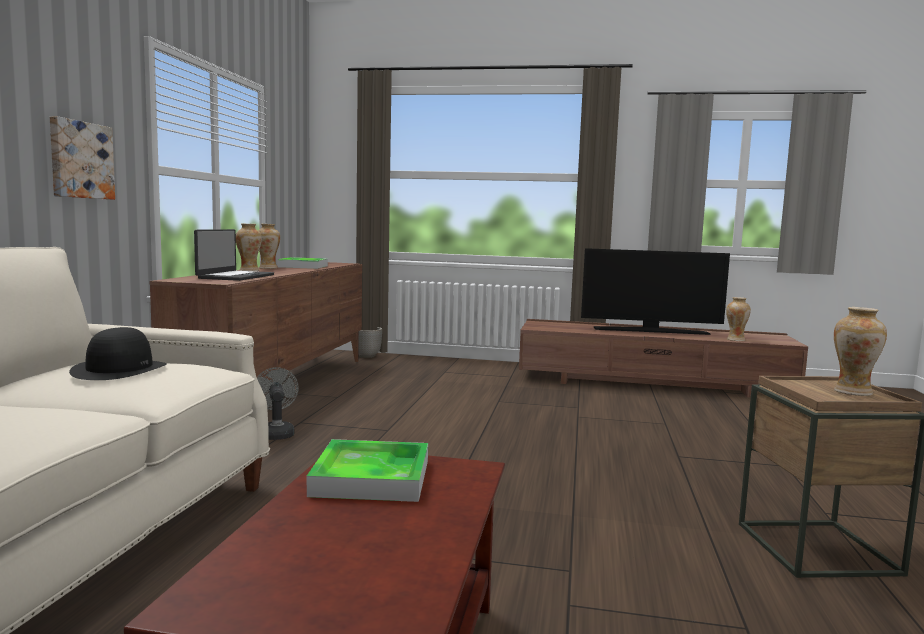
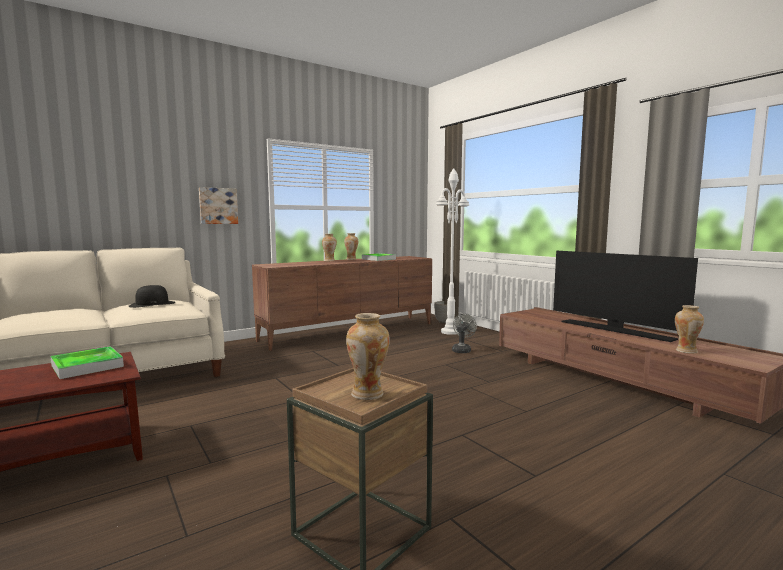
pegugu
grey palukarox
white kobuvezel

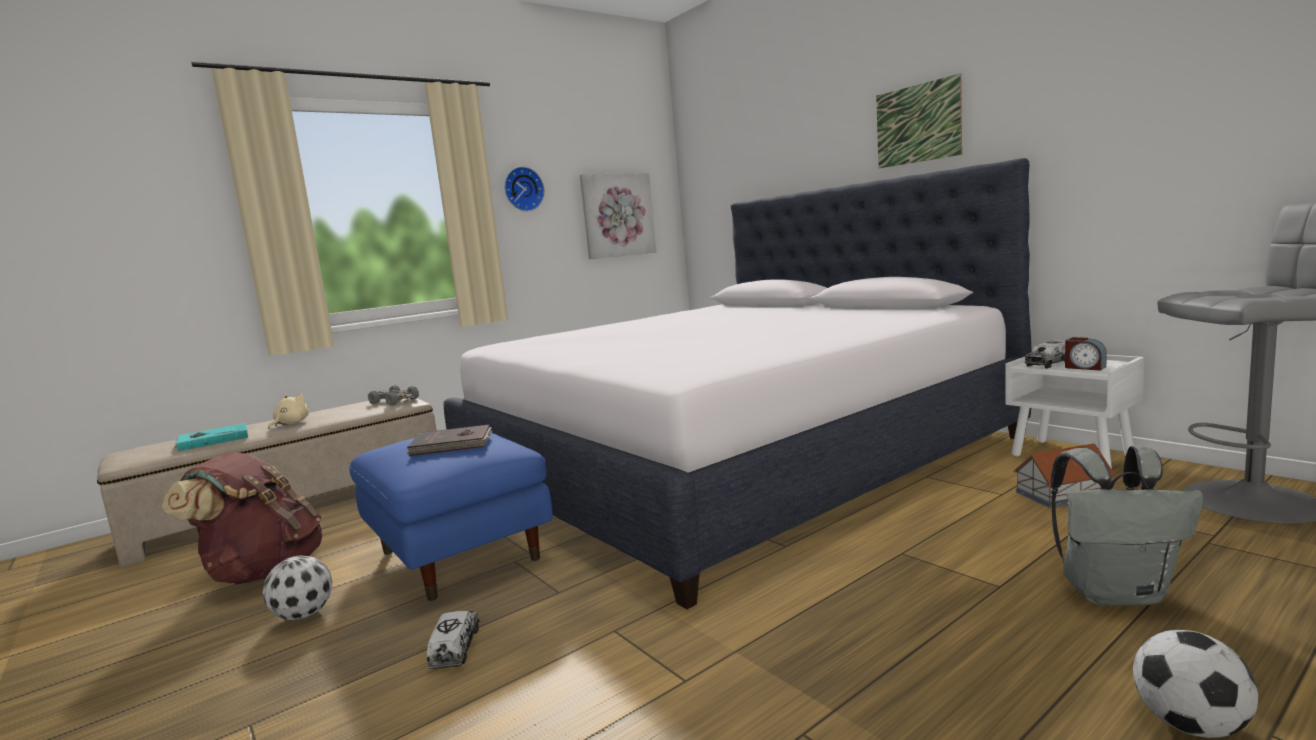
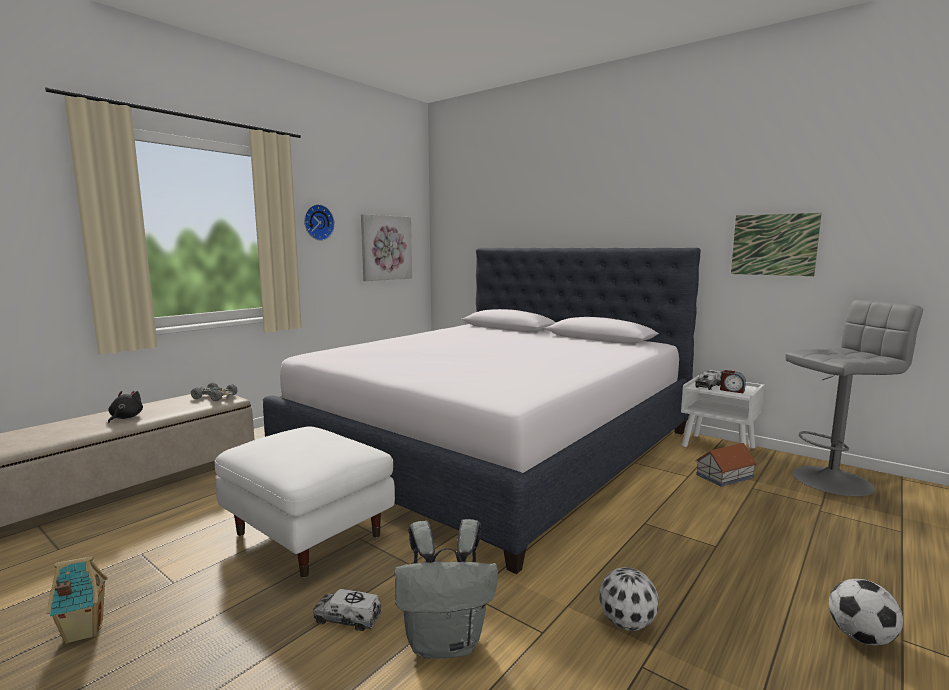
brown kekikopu
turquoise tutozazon
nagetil (1st from left)
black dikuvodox
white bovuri
brown tutozazon
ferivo (1st from left)
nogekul (2nd from left)
grey kekikopu
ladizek (1st from left)

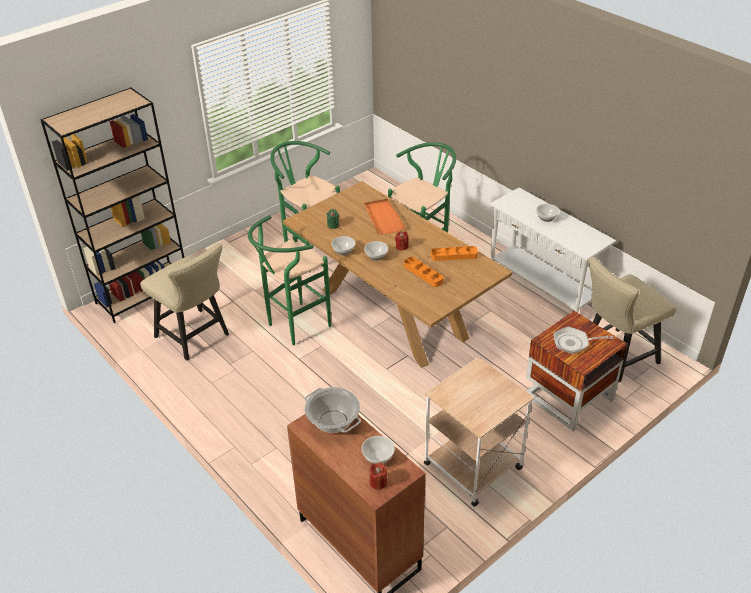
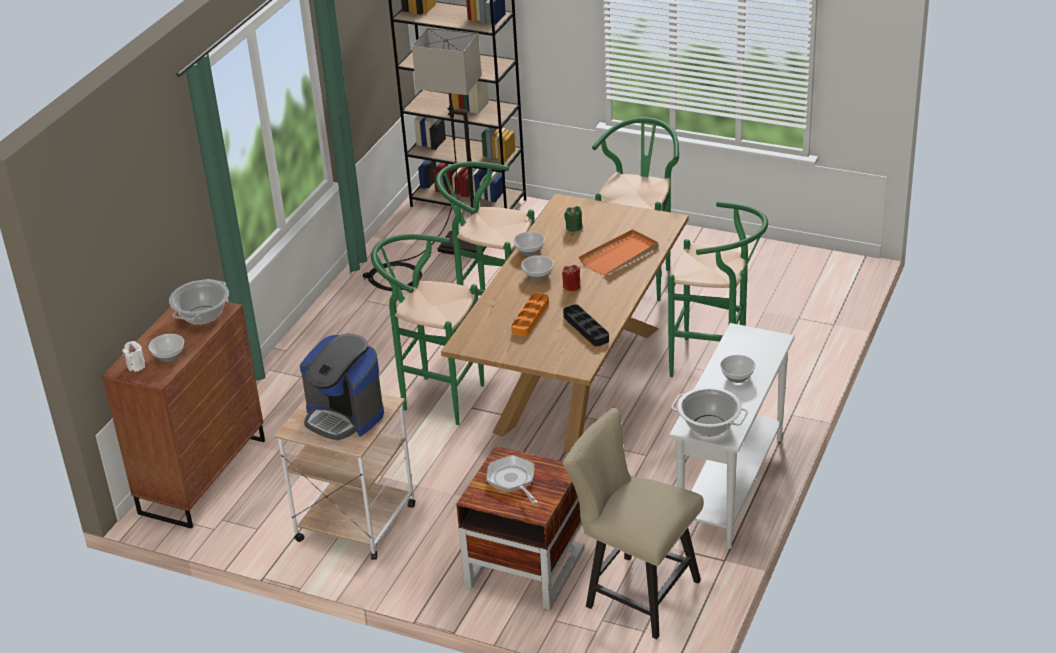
kobuvezel
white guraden
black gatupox
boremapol
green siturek (1st from left)
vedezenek (2nd from left)

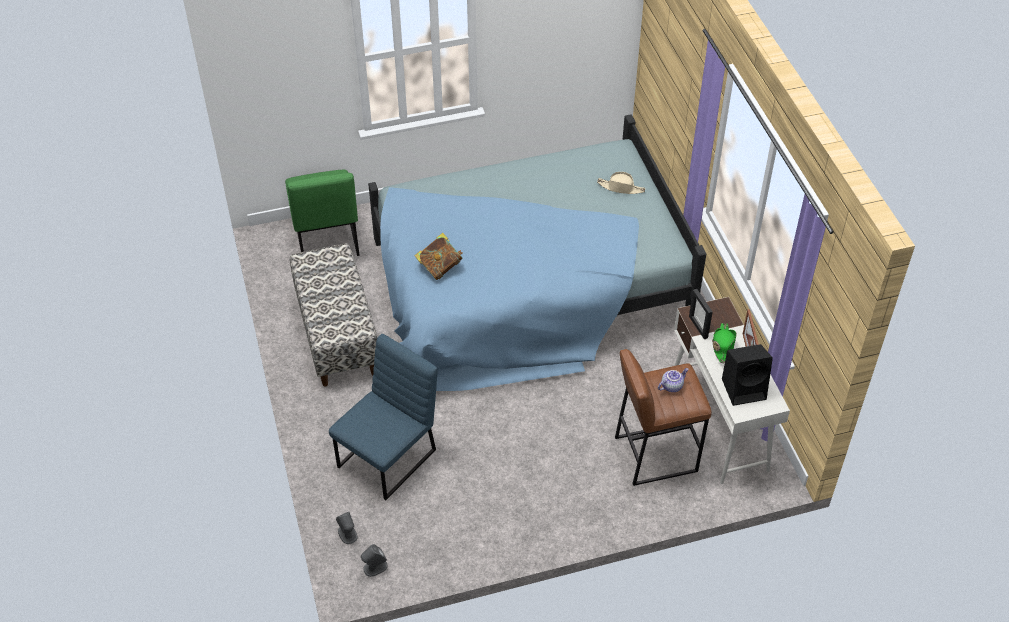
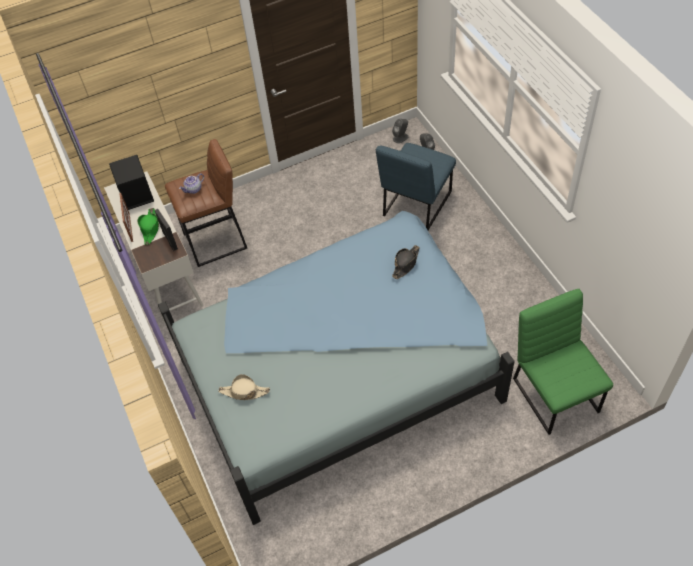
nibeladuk
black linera

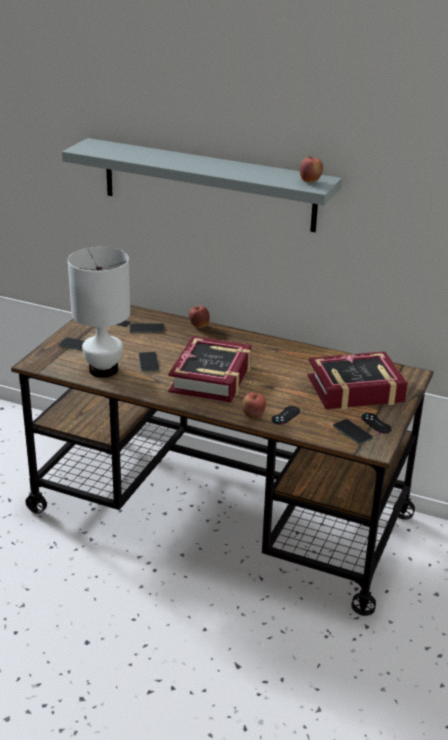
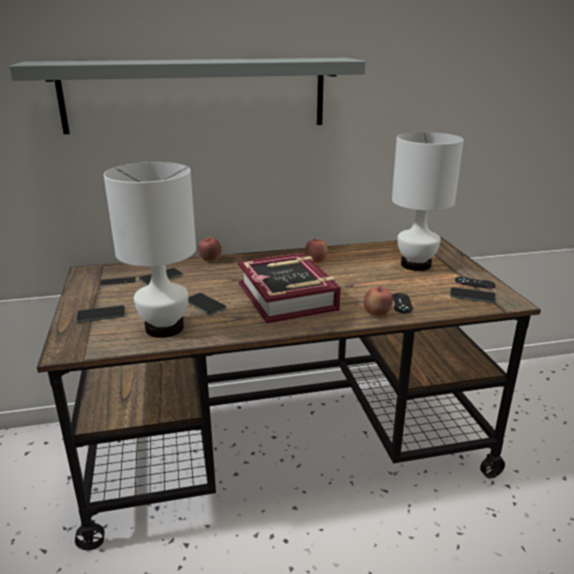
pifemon (2nd from left)
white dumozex (2nd from left)

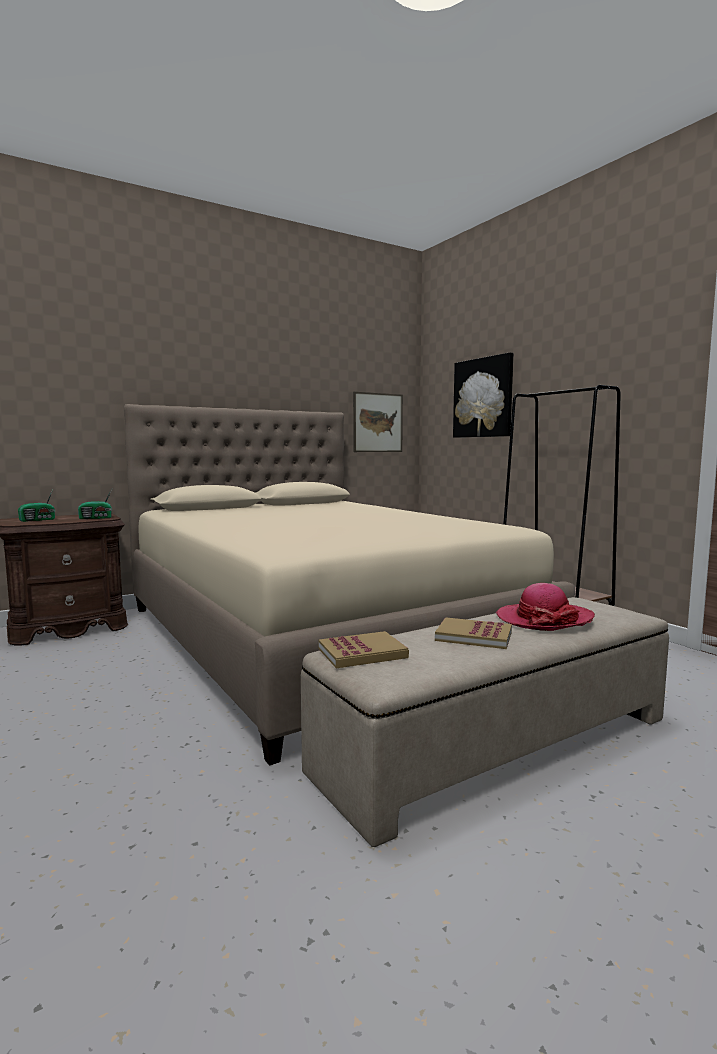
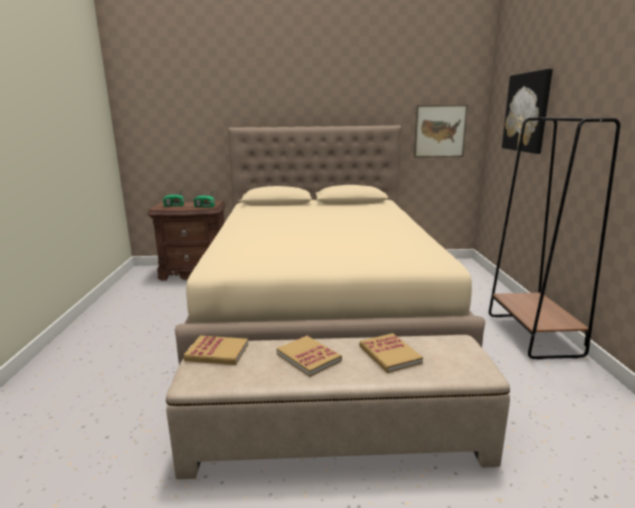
tutozazon (3rd from left)

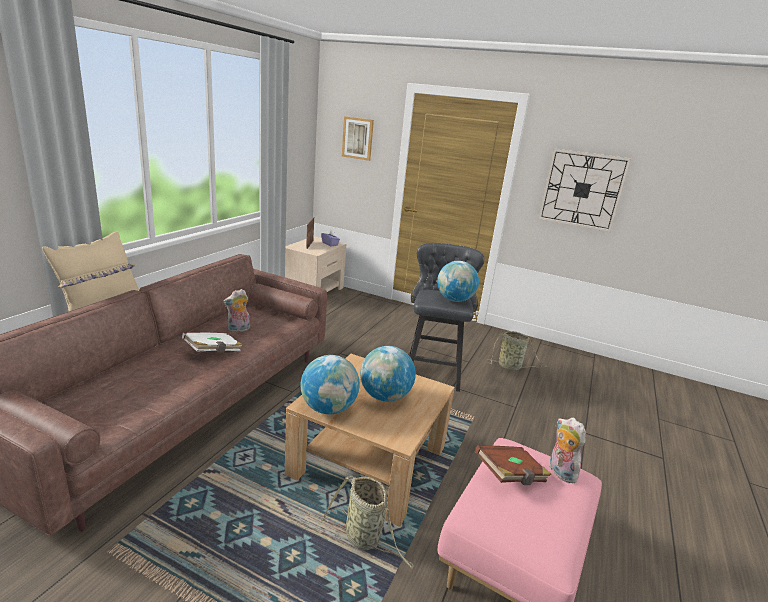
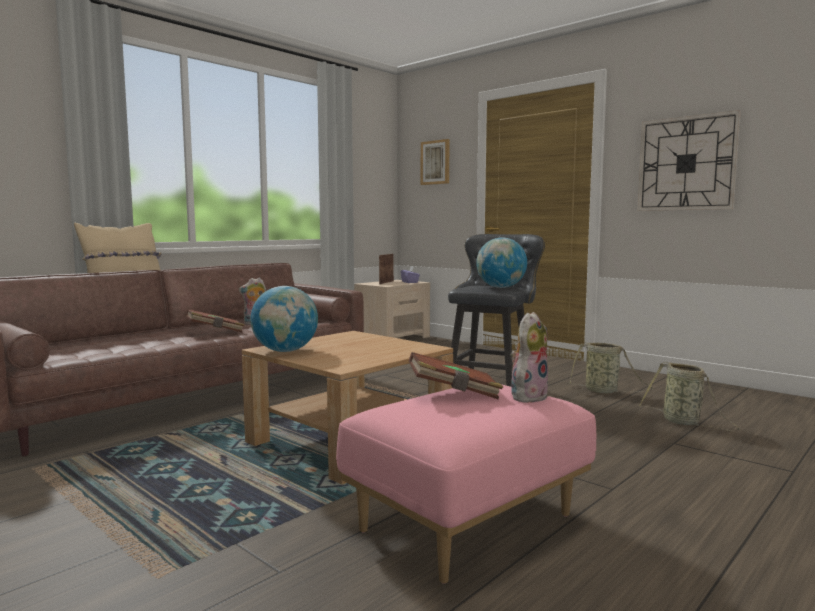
brown tutozazon (1st from left)
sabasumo (2nd from left)
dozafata (2nd from left in the first image)
dikuvodox (2nd from left)

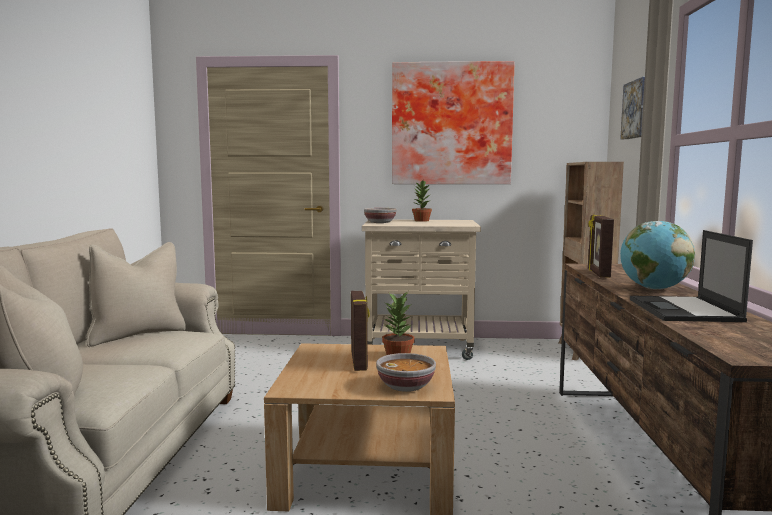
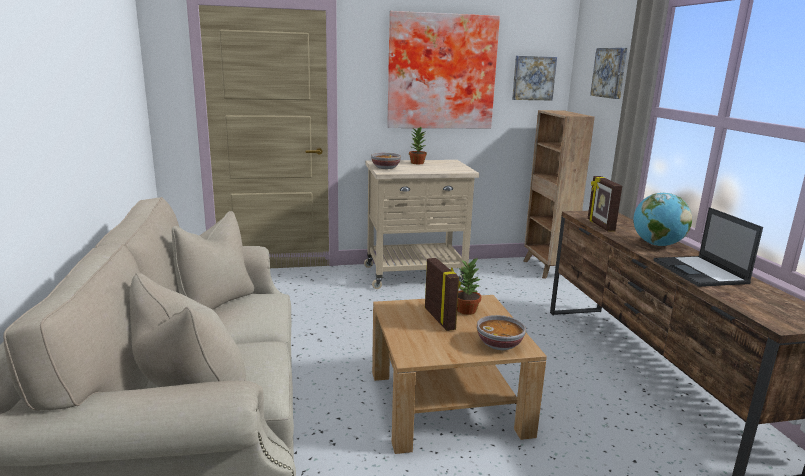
nogekul (2nd from left)

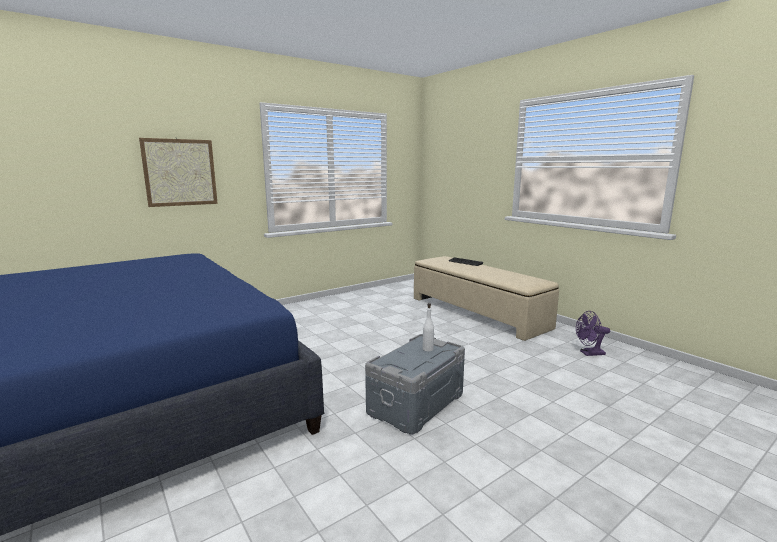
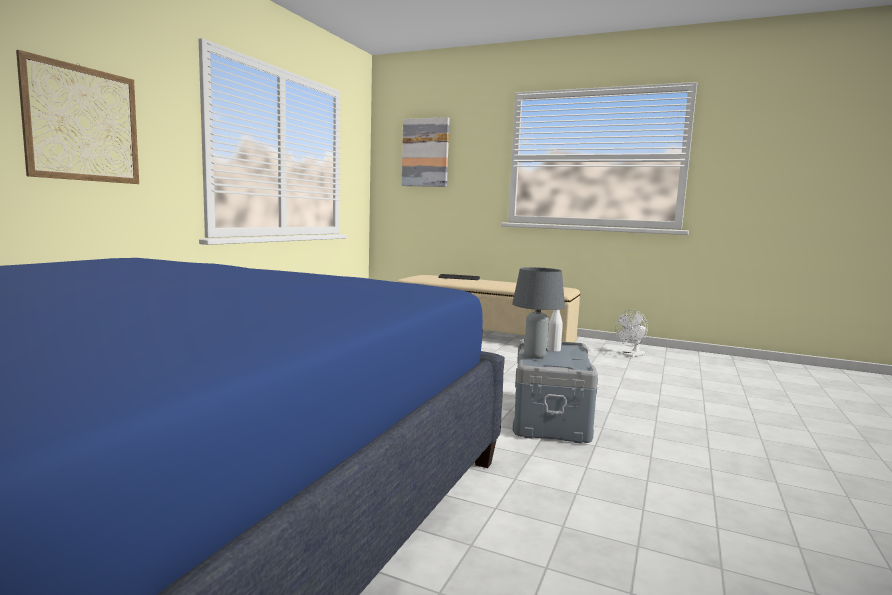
white palukarox
nogekul (2nd from left)
grey dumozex

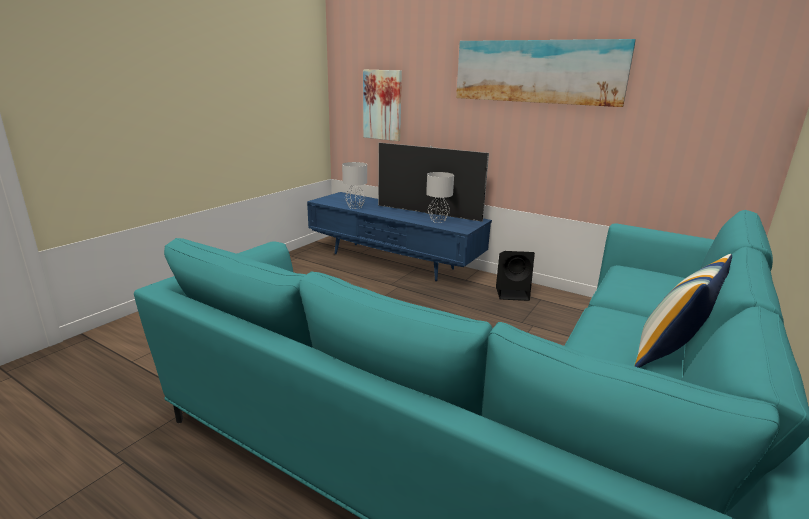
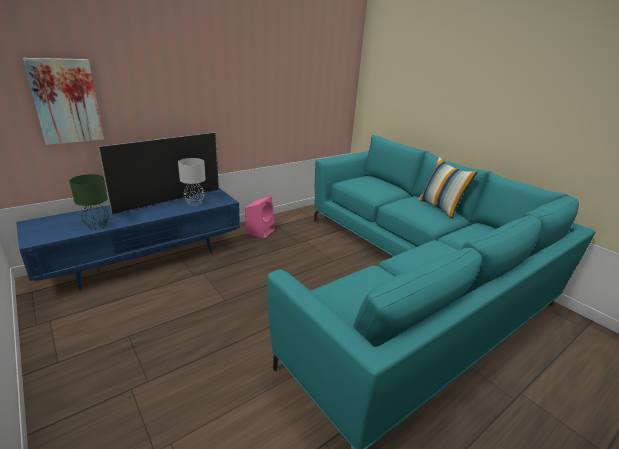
green dumozex
nogekul (2nd from left in the first image)
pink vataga

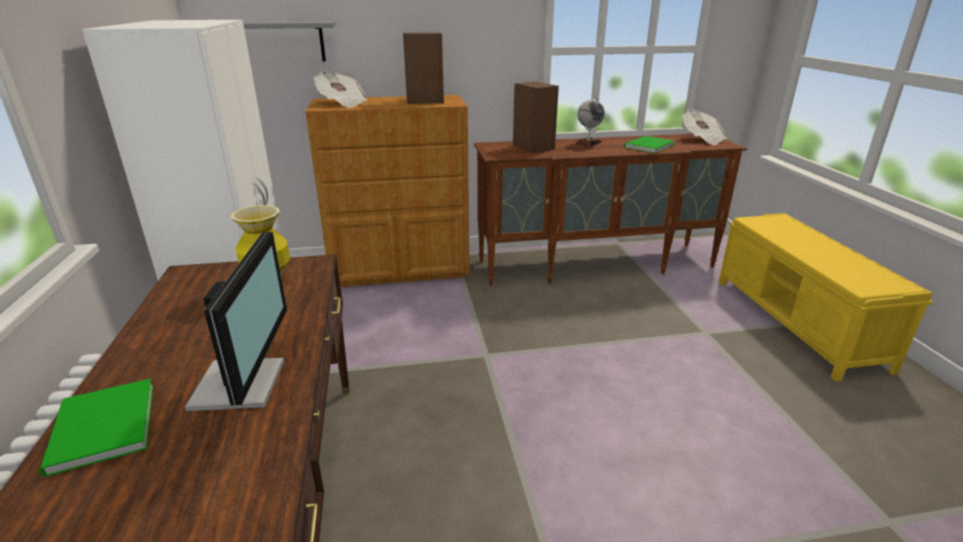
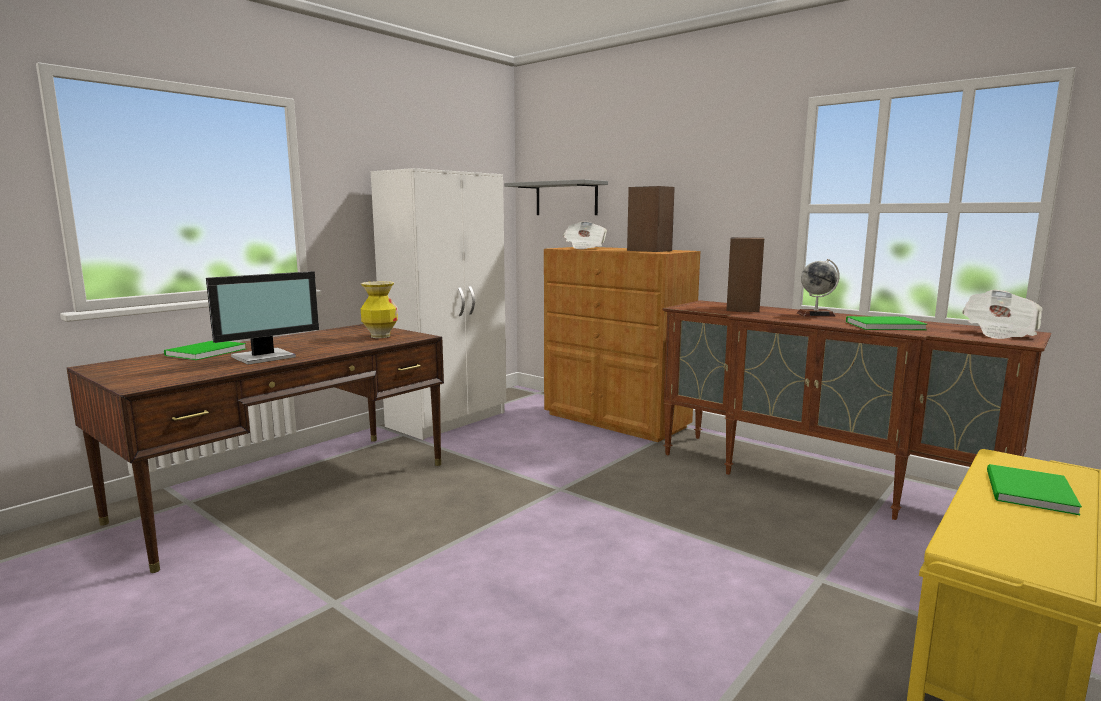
green tutozazon (3rd from left)

